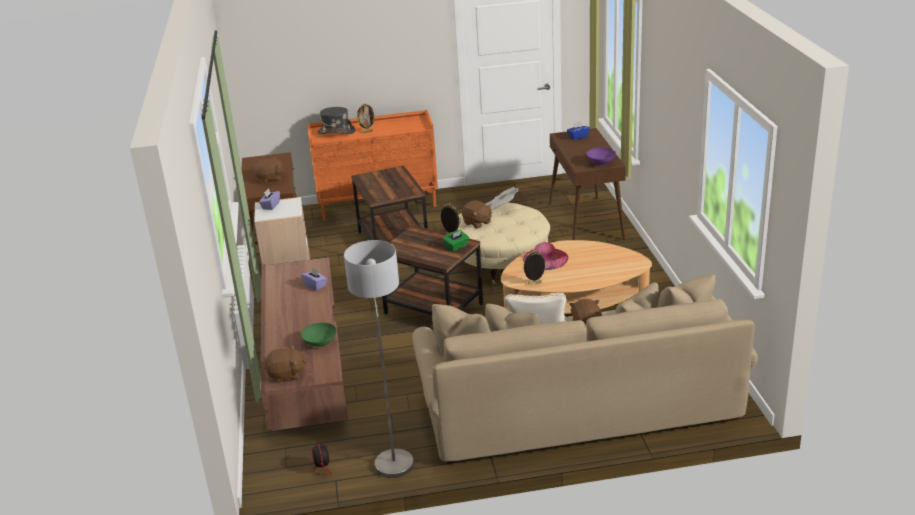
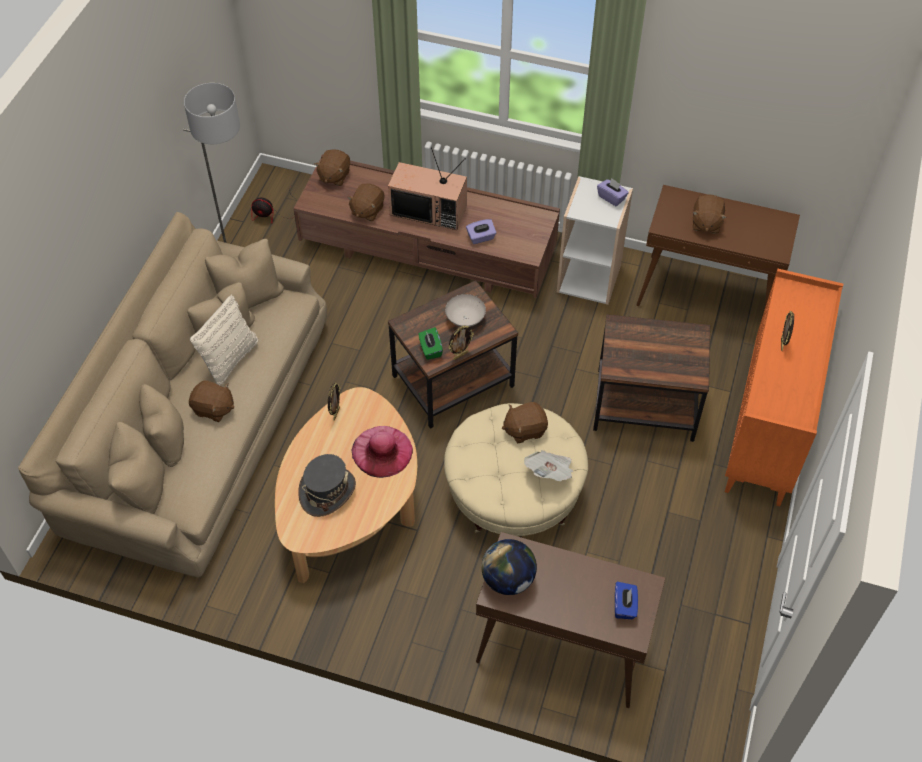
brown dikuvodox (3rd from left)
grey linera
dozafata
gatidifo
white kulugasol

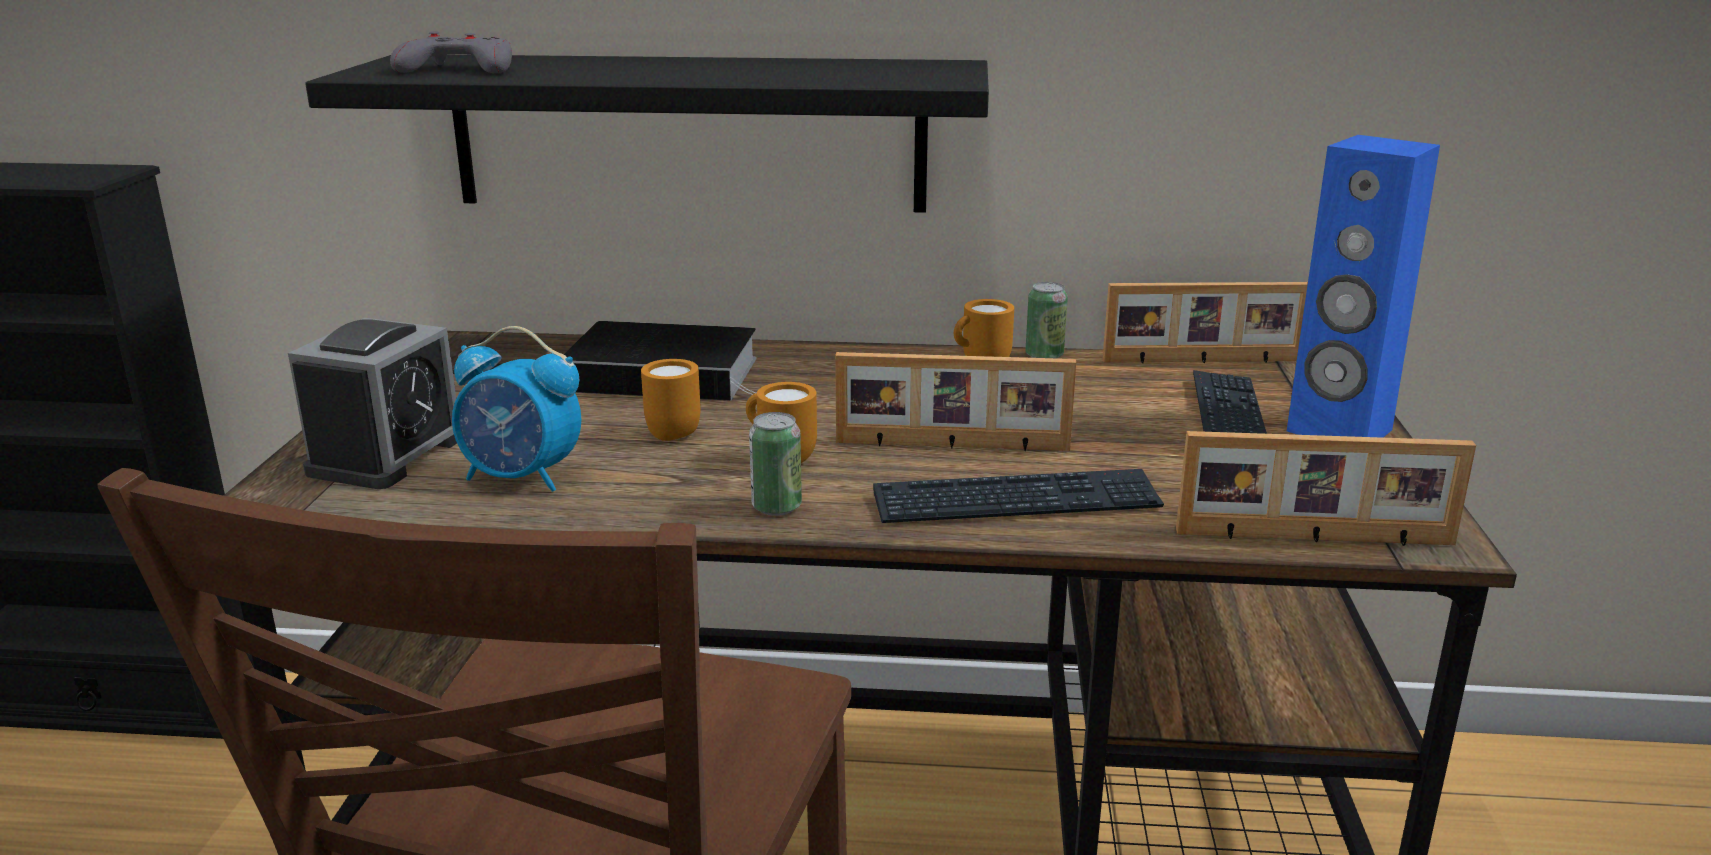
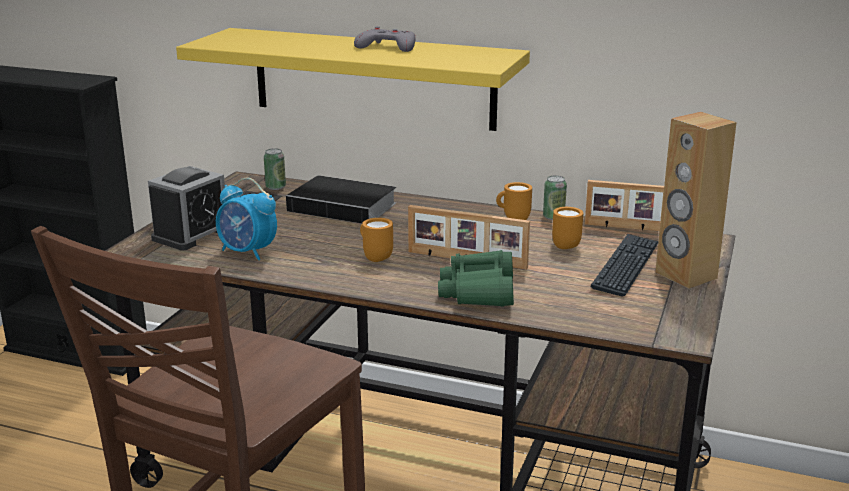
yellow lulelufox
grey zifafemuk
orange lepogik (3rd from left)
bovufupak (1st from left)
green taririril
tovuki (3rd from left in the first image)
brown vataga

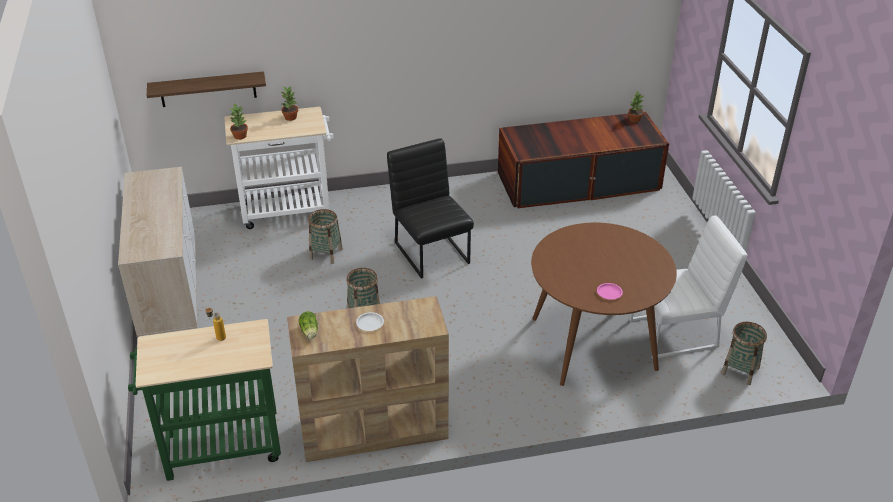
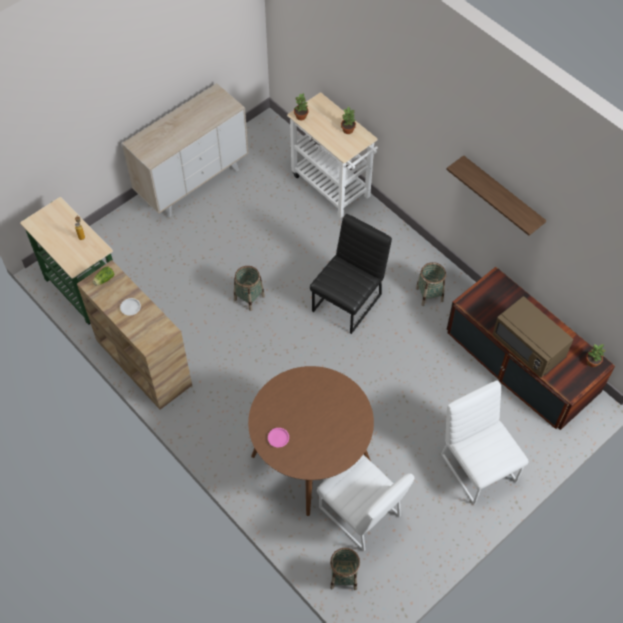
lulelufox
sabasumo (3rd from left)
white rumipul (2nd from left)
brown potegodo

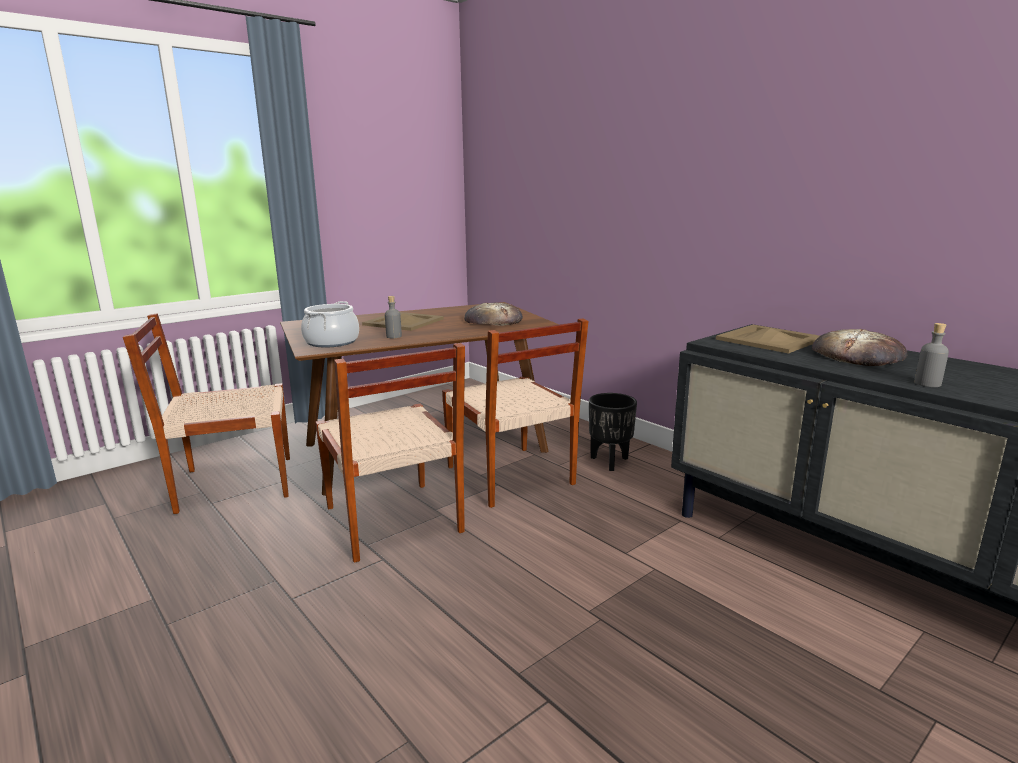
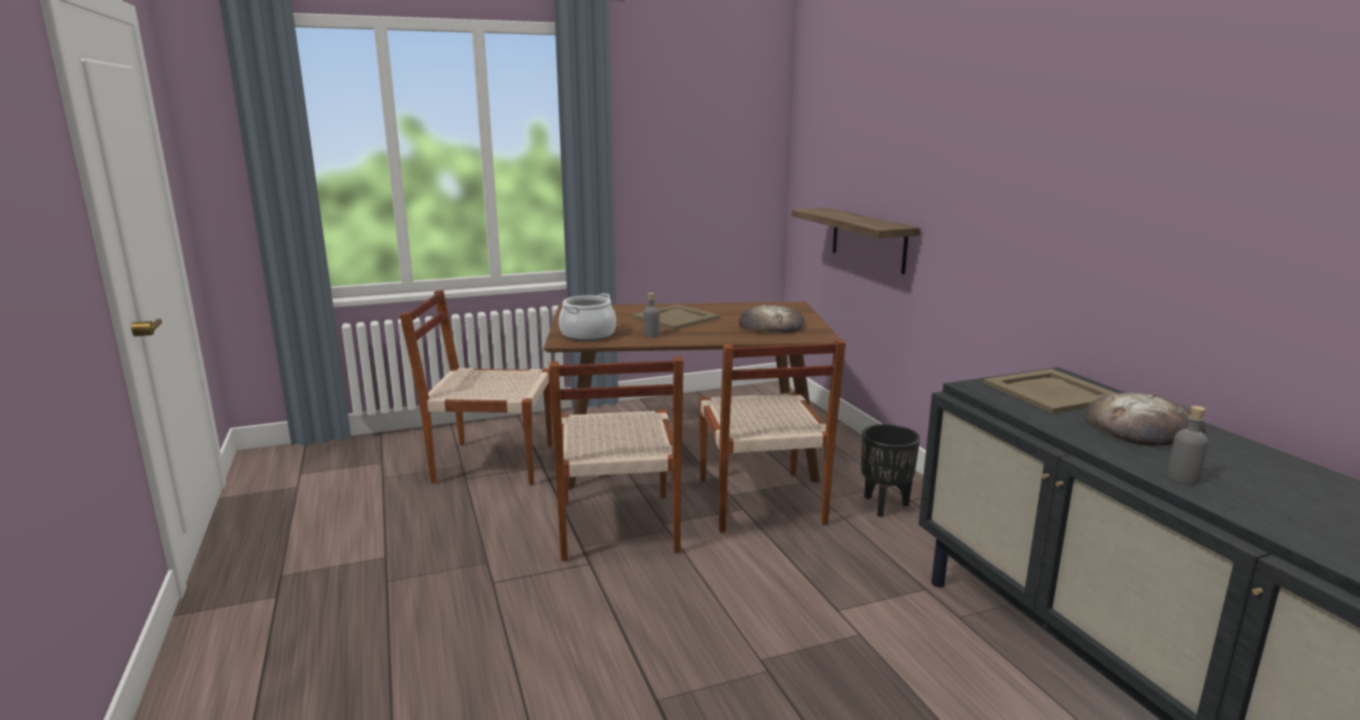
lulelufox

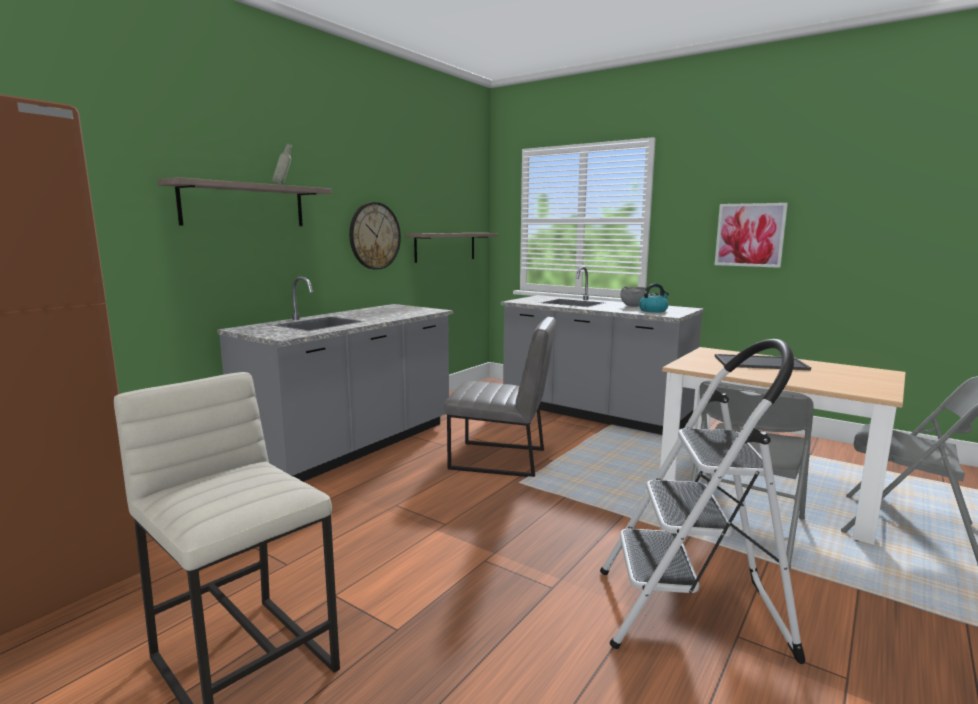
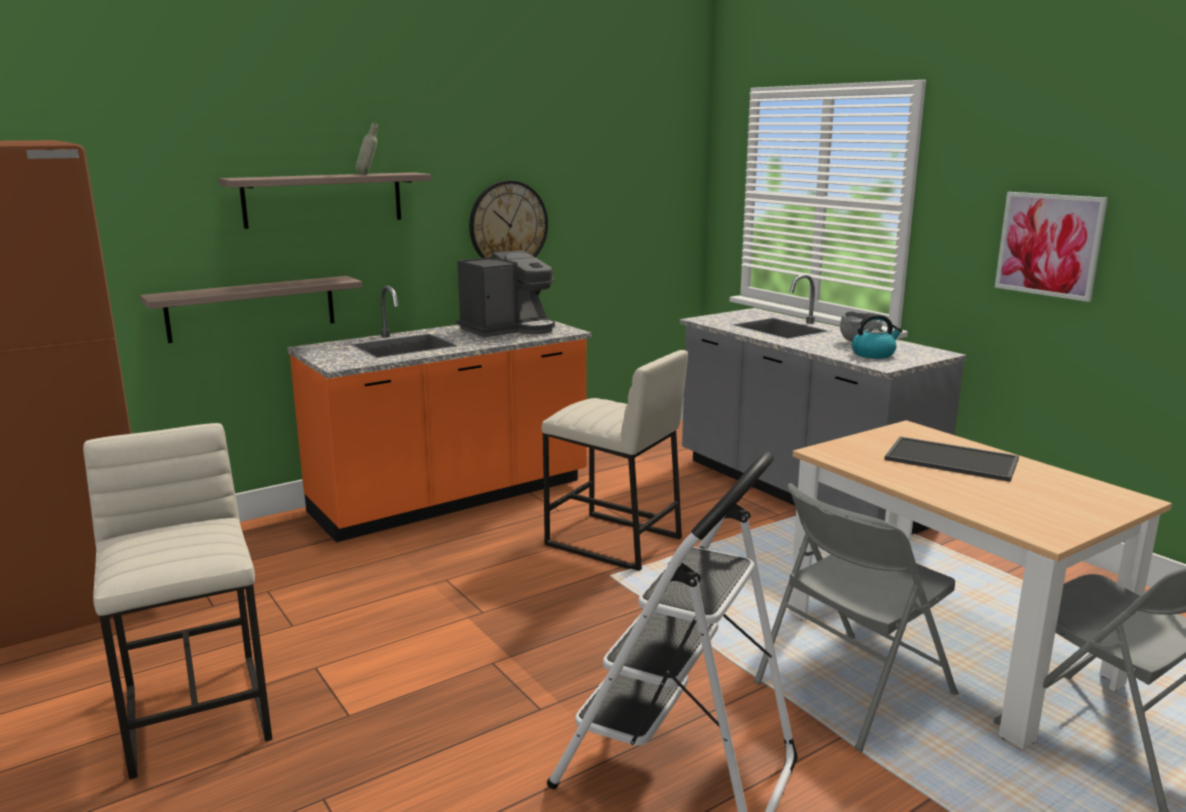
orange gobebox
lulelufox (1st from left)
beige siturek (2nd from left)
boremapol

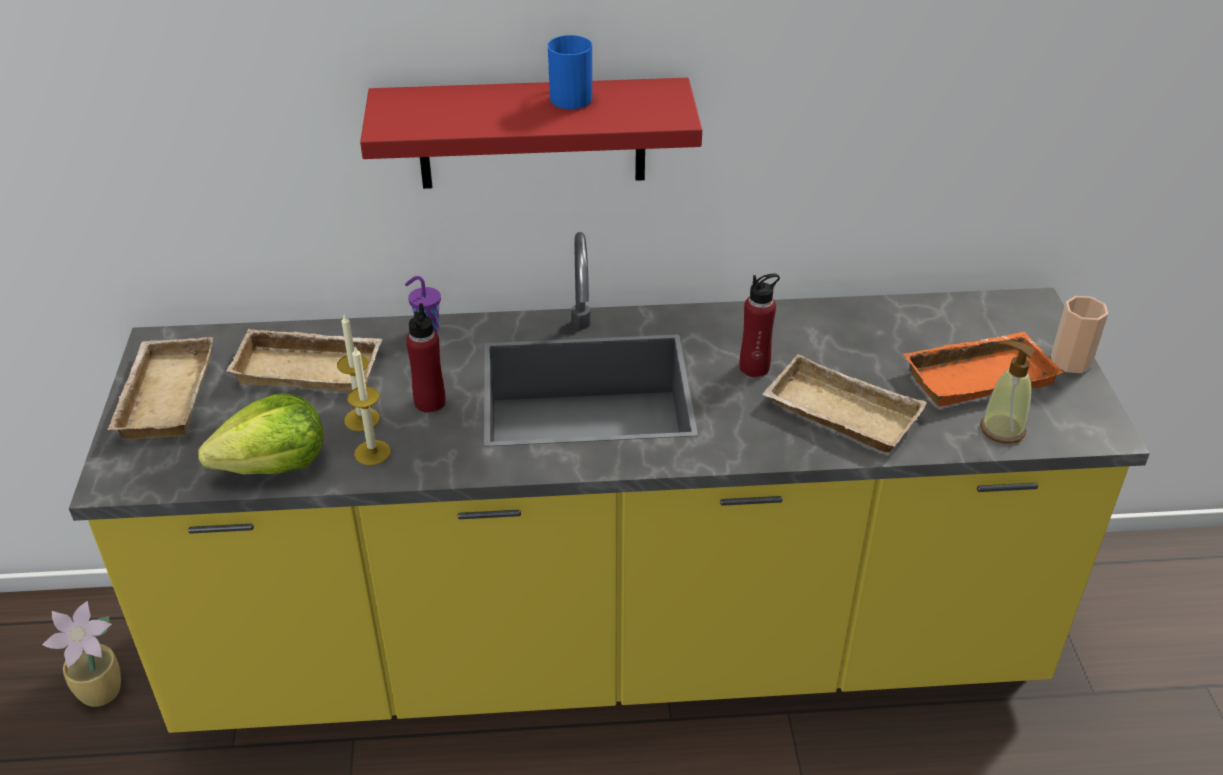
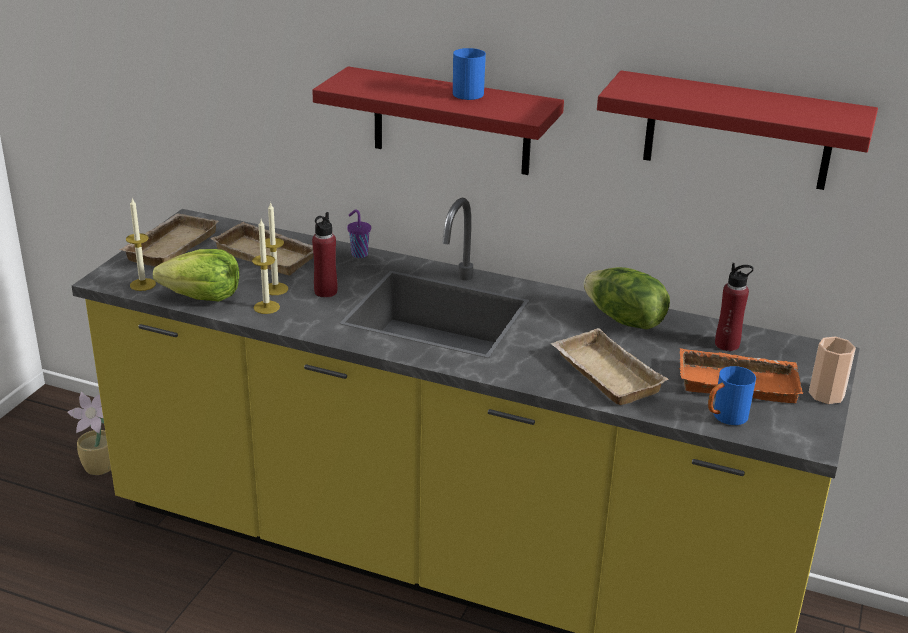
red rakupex (2nd from left)
blue lepogik (2nd from left)
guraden (1st from left)
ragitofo (2nd from left)
red lulelufox (2nd from left)

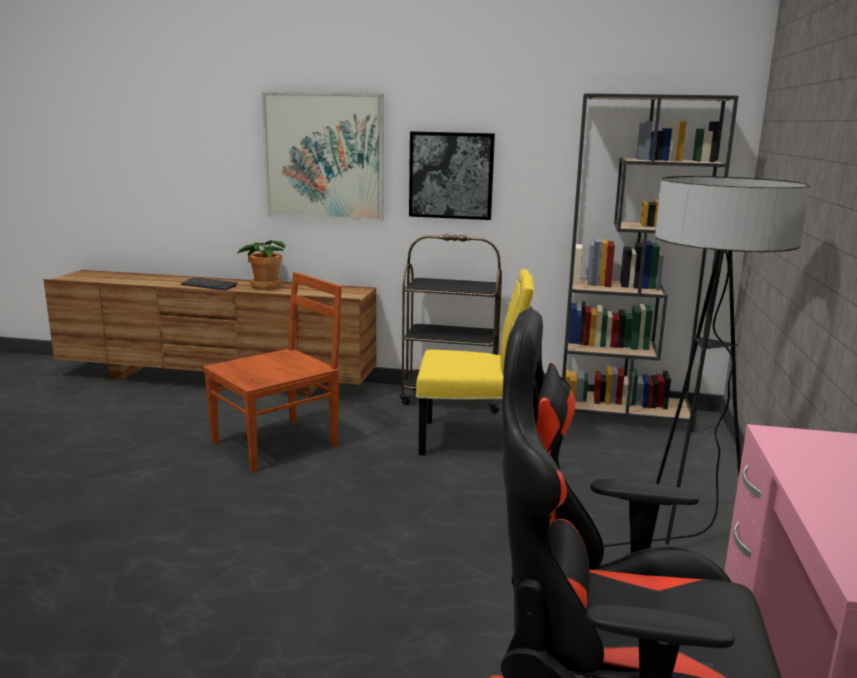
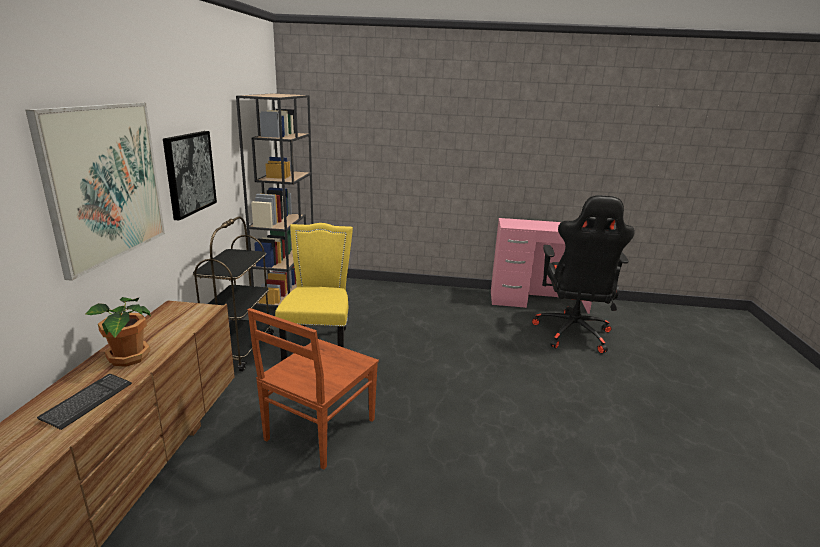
brown rumipul
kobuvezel

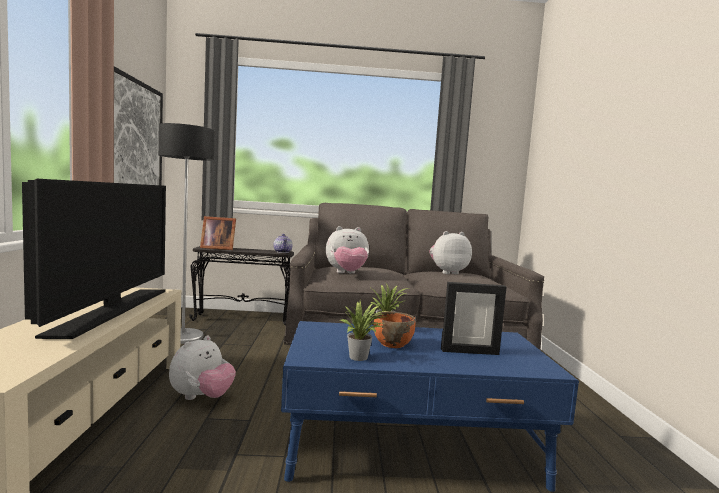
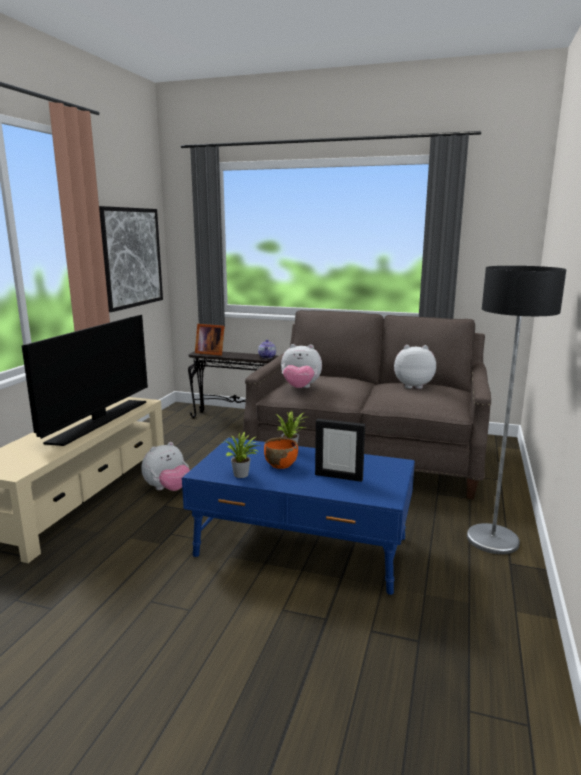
kobuvezel

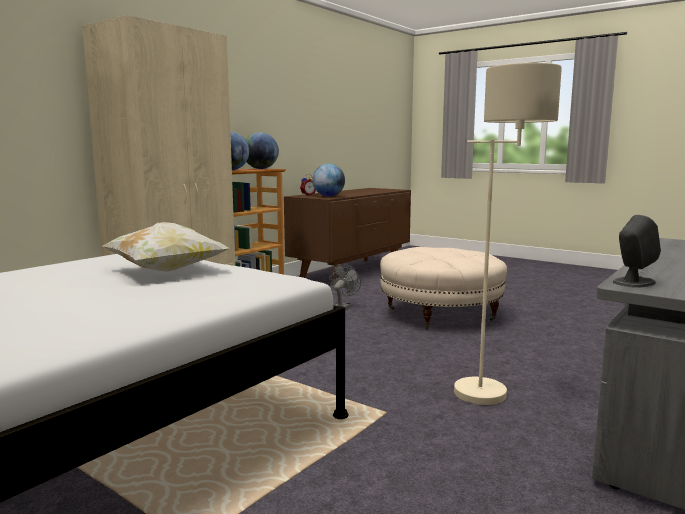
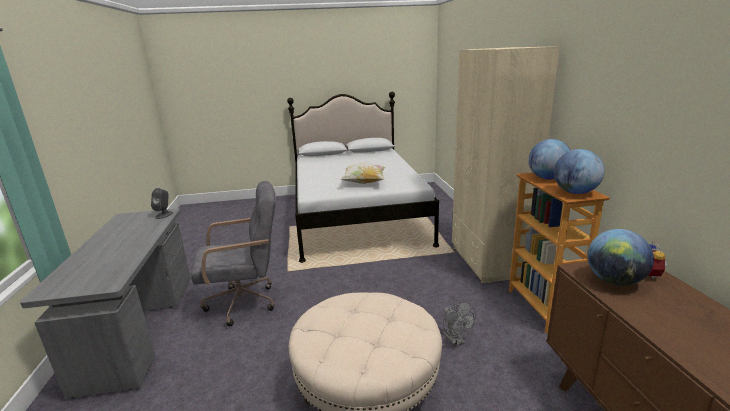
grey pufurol

